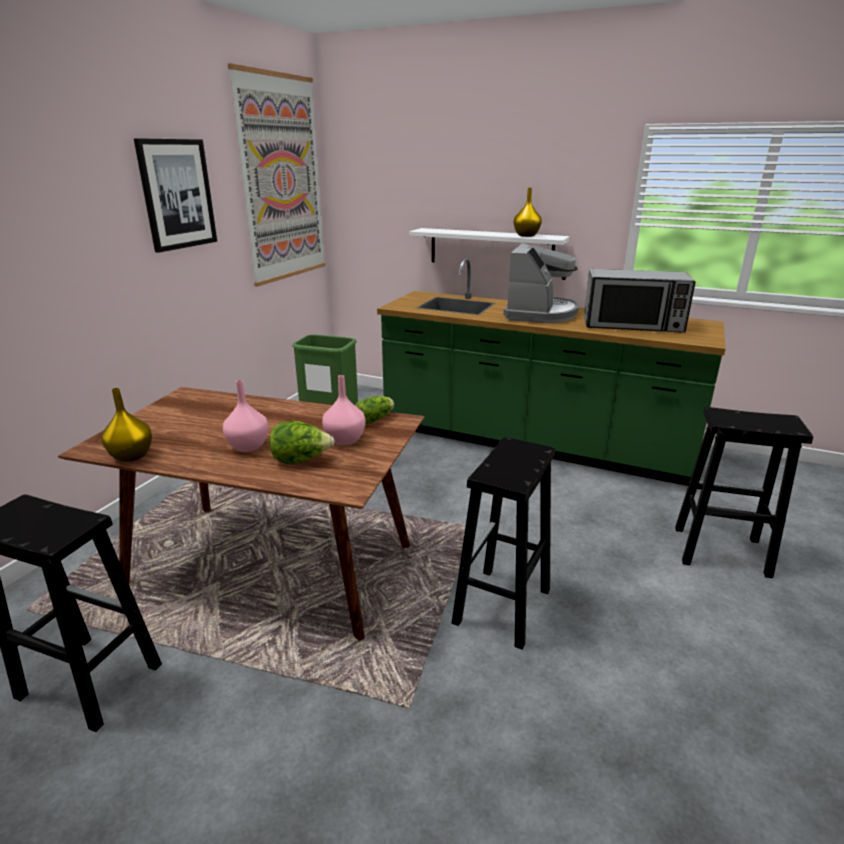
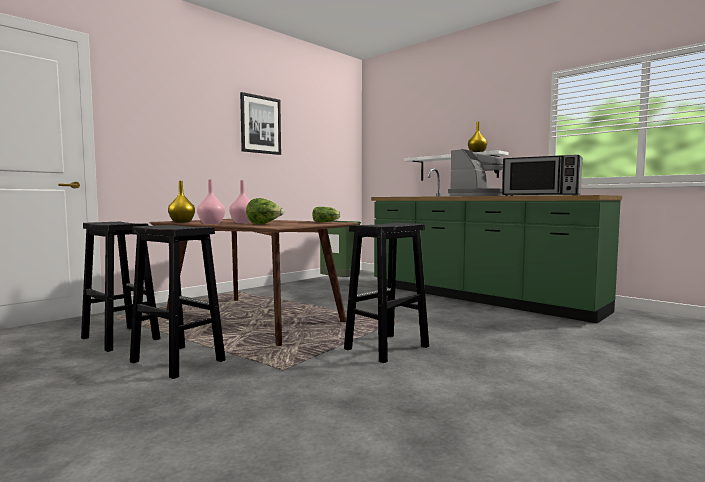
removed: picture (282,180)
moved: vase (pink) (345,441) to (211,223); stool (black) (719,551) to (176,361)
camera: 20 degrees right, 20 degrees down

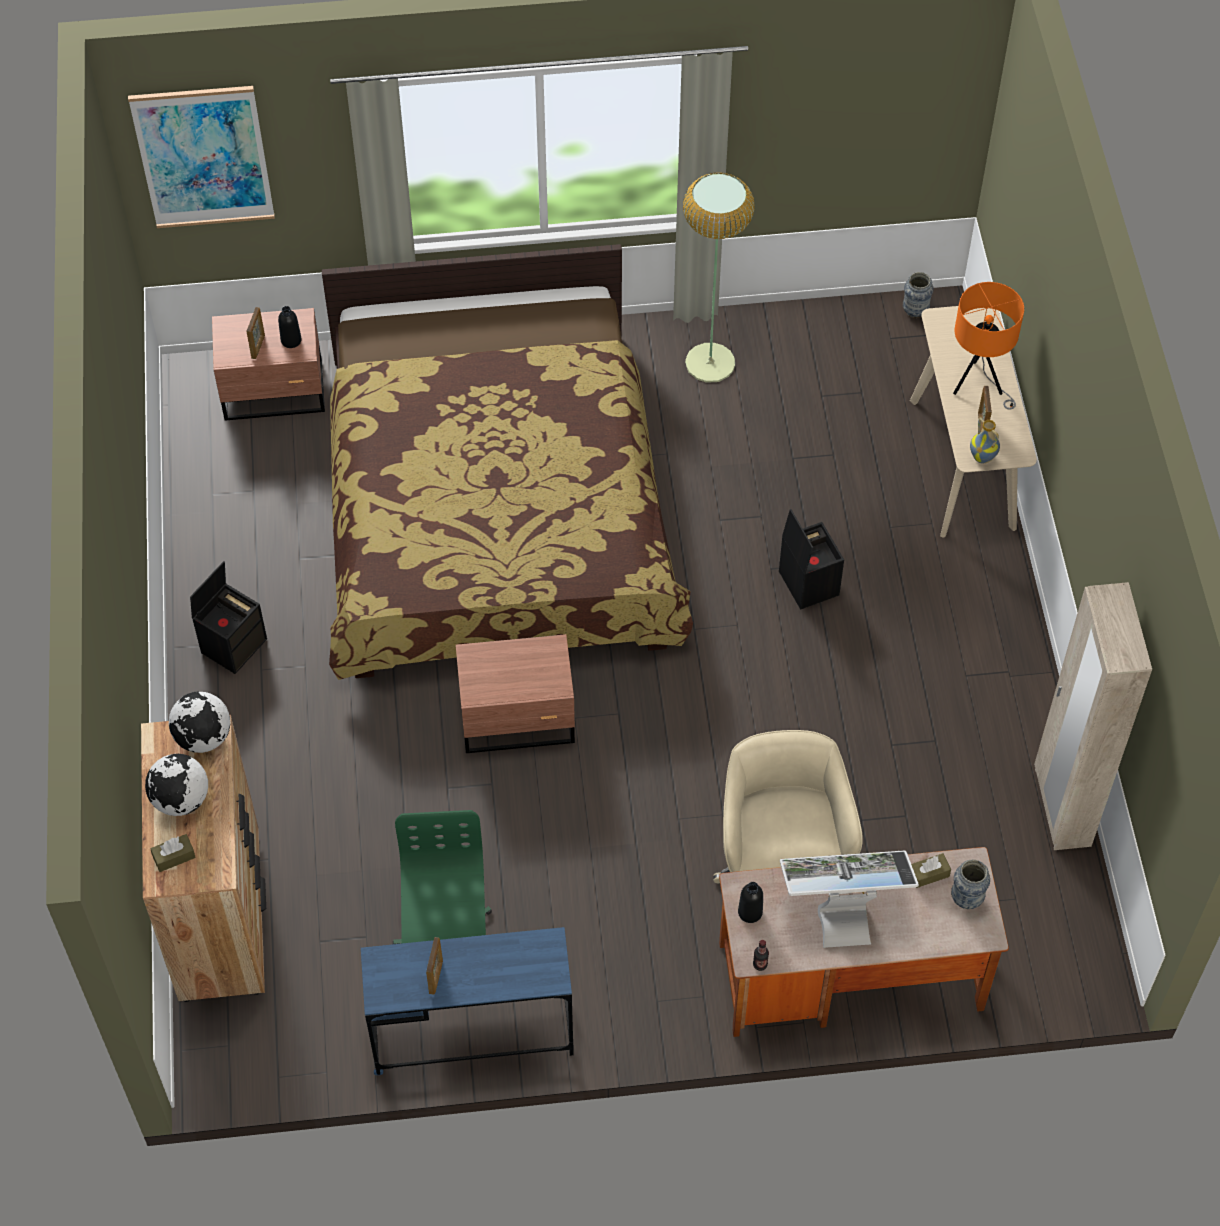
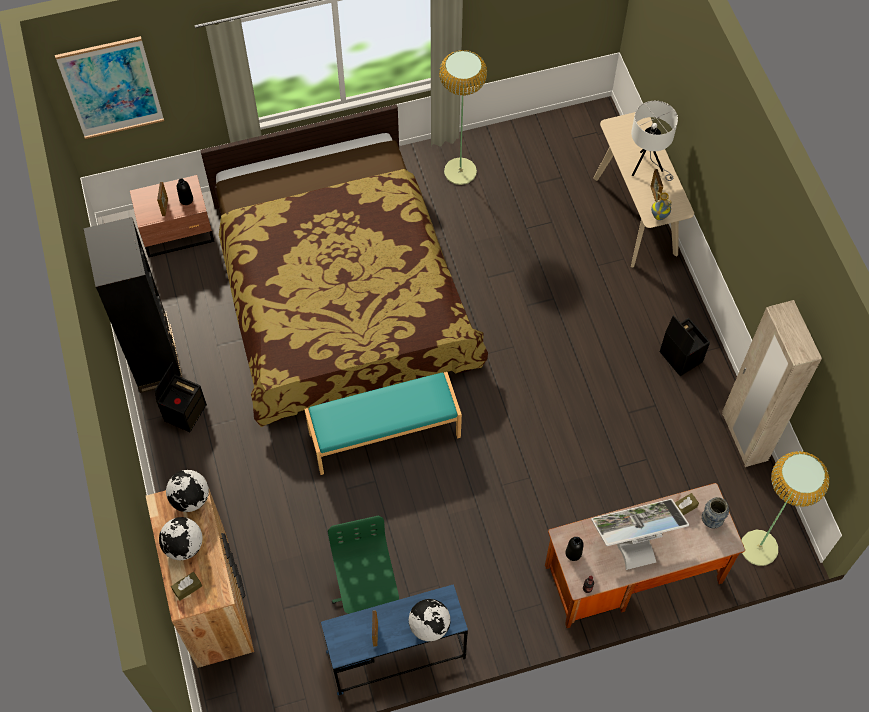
removed: office chair (beige) (780,864); vase (915,311)
added: bookcase (black) (156,360); globe (429,626); floor lamp (758,548)
moved: storage box (black) (807,582) to (680,356)
replaced: nightstand (brown) (519,720) to bench (turquoise) (384,434)
recoloured: table lamp (orange) (979,385) to table lamp (white) (647,167)
camera: 10 degrees left, 5 degrees up

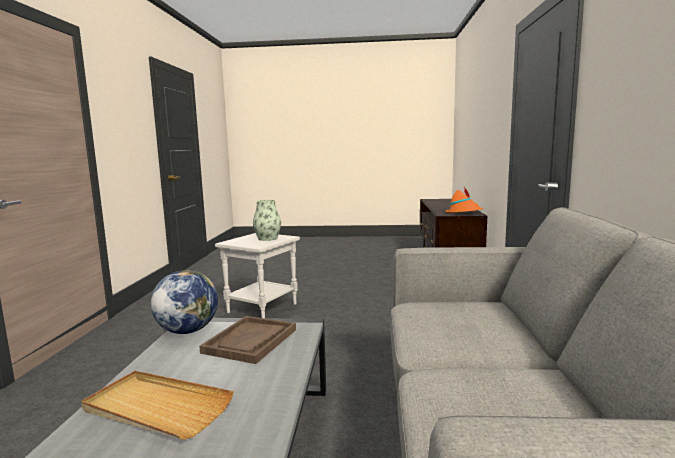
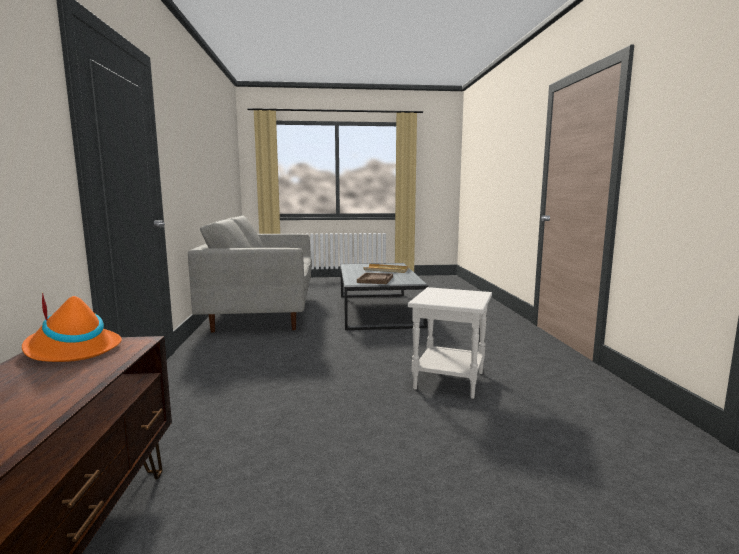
removed: globe (187,331); vase (267,238)
camera: 170 degrees right, 0 degrees up

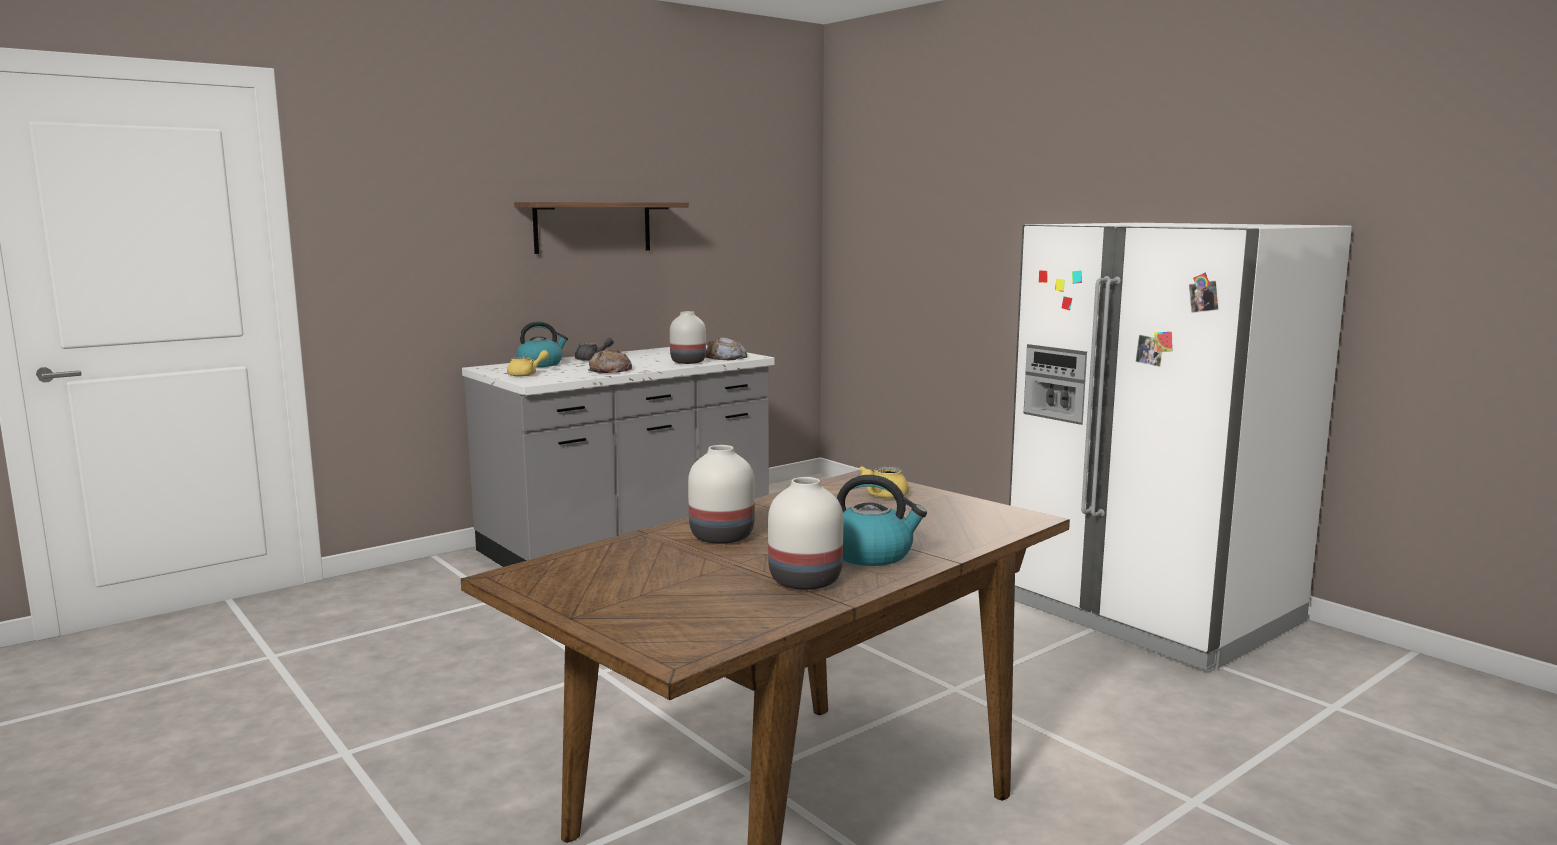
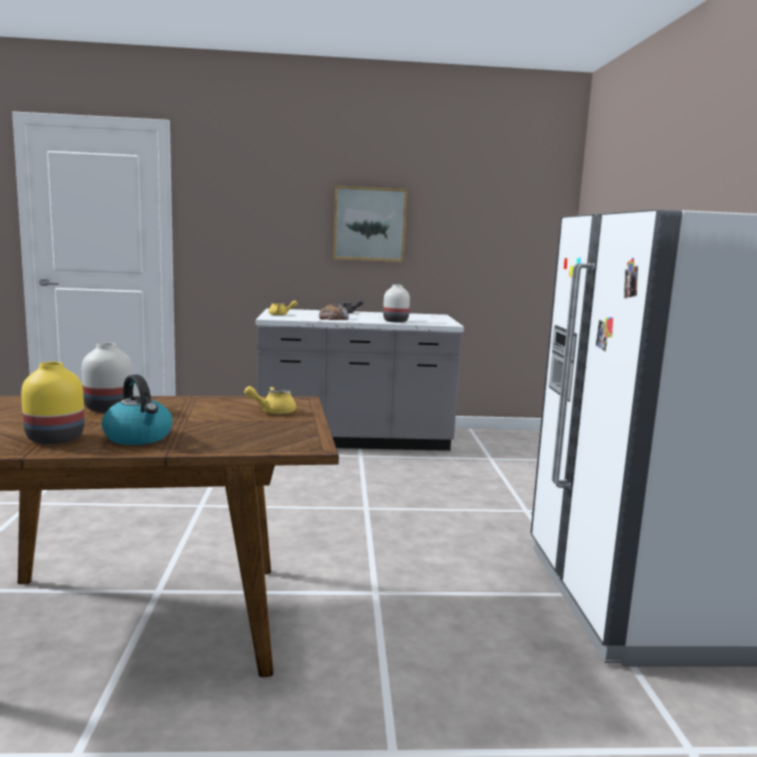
removed: kettle (541,364); bread (725,357)
replaced: shelf (593,227) to picture (369,224)
recoloured: vase (white) (804,581) to vase (yellow) (53,439)
camera: 35 degrees right, 0 degrees up

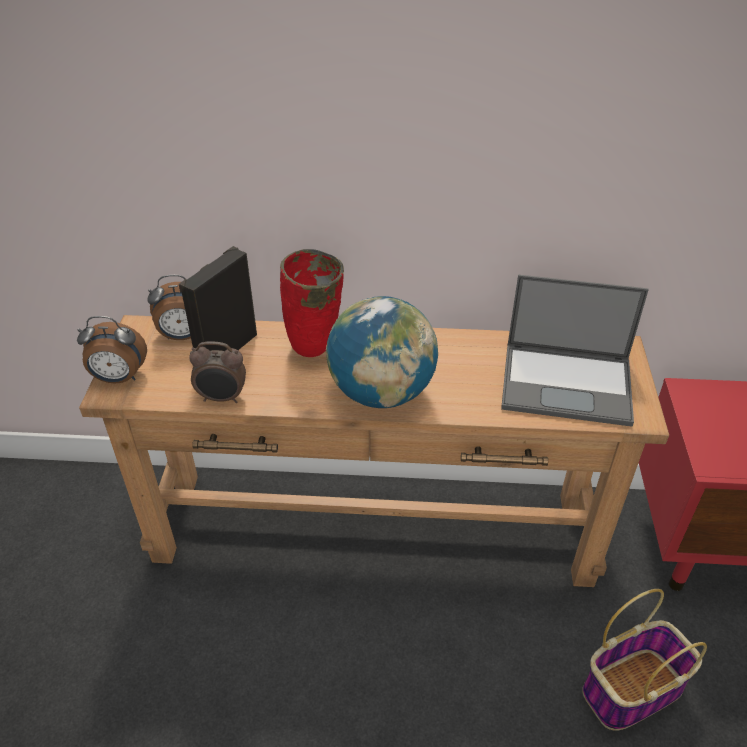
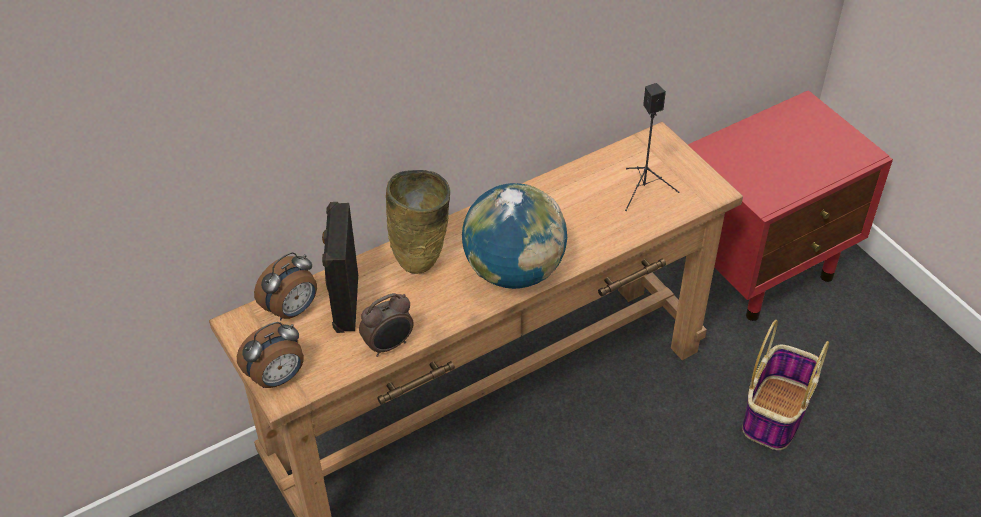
replaced: laptop (568,383) to speaker (black) (644,190)
recoloured: vase (red) (315,349) to vase (beige) (422,261)
camera: 35 degrees left, 5 degrees up

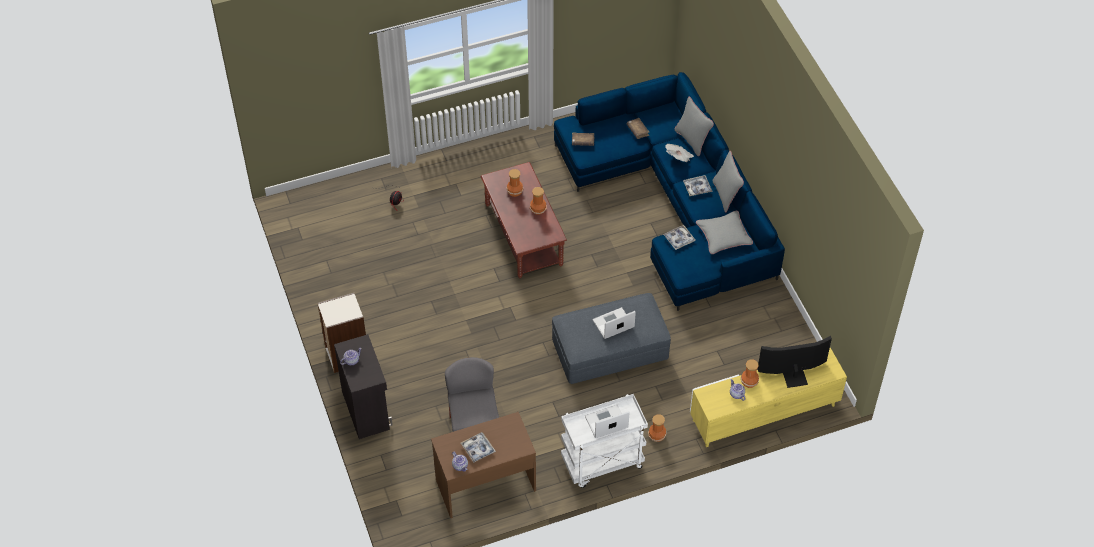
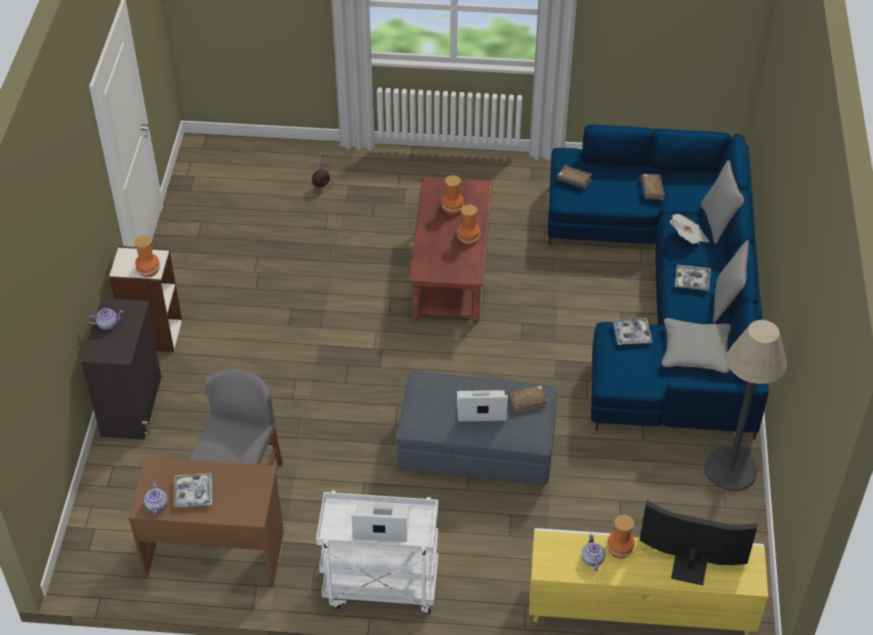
added: book (brown) (528,401); floor lamp (730,469)
moved: vase (657,435) to (149,270)
camera: 25 degrees right, 5 degrees down

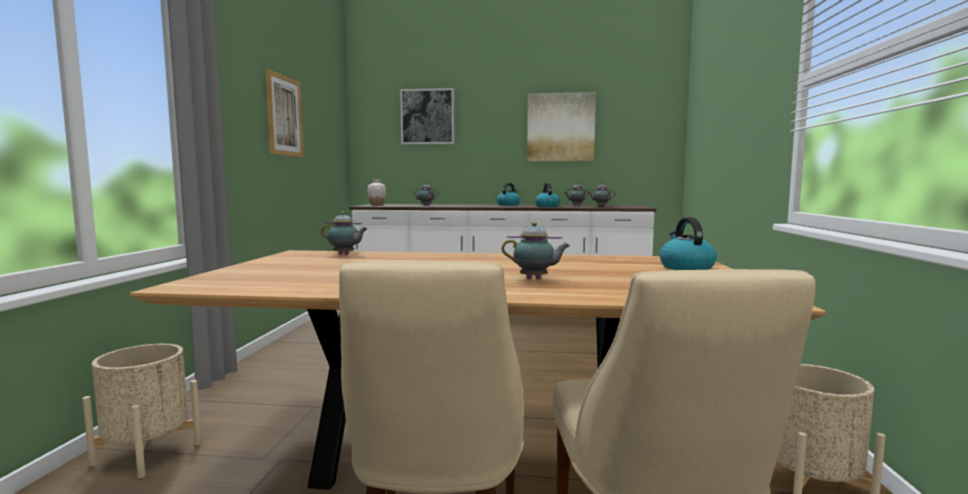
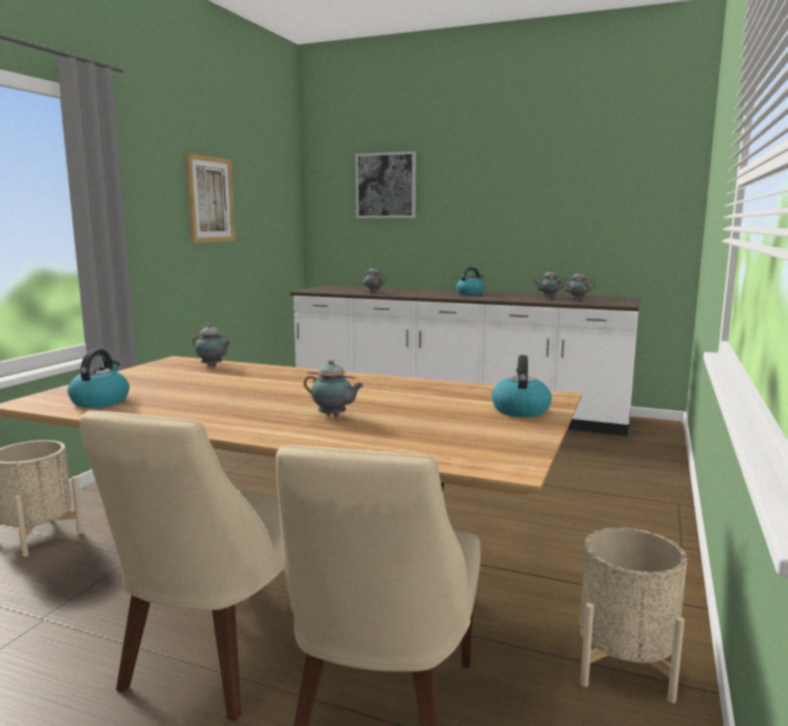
removed: vase (white) (377,205); picture (560,127)
moved: kettle (547,206) to (100,401)
camera: 15 degrees right, 5 degrees up

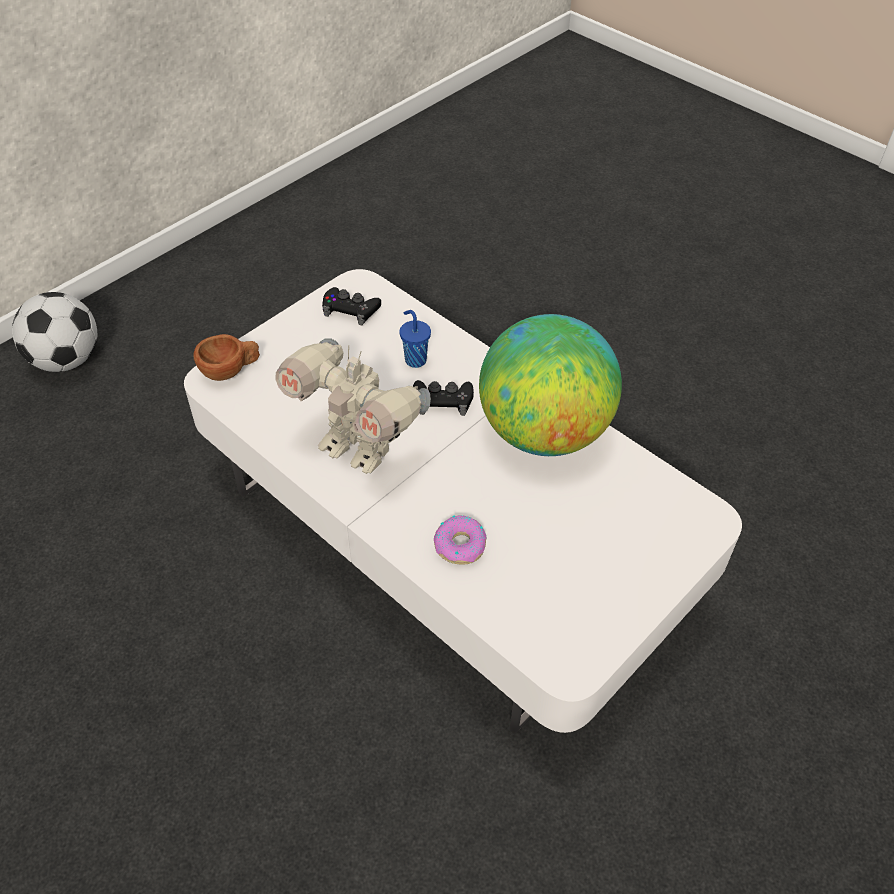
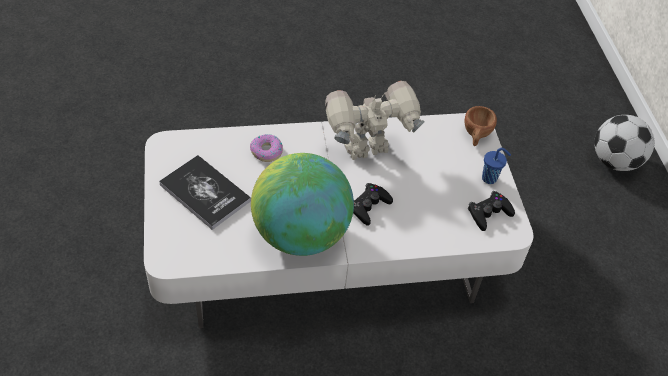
added: book (205,193)
moved: cup (blue) (414,359) to (490,178)
camera: 125 degrees right, 0 degrees up

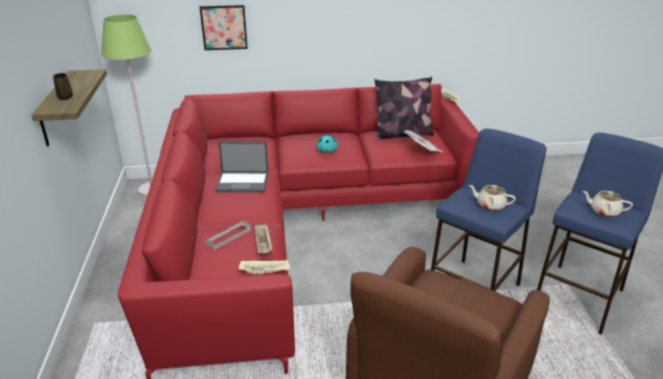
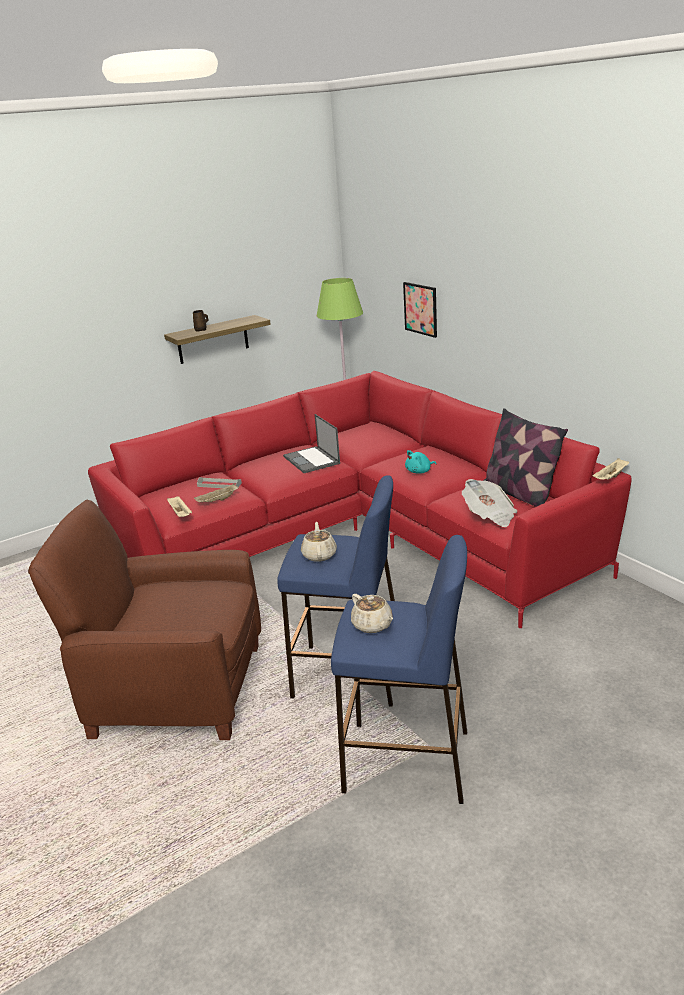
turned: teapot (beige) (604,211) = (372,625) 150 degrees clockwise
camera: 65 degrees right, 5 degrees down

